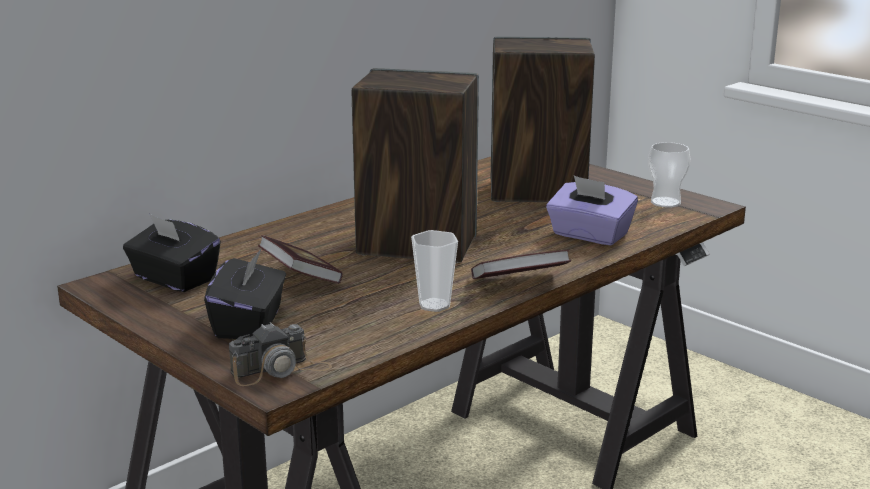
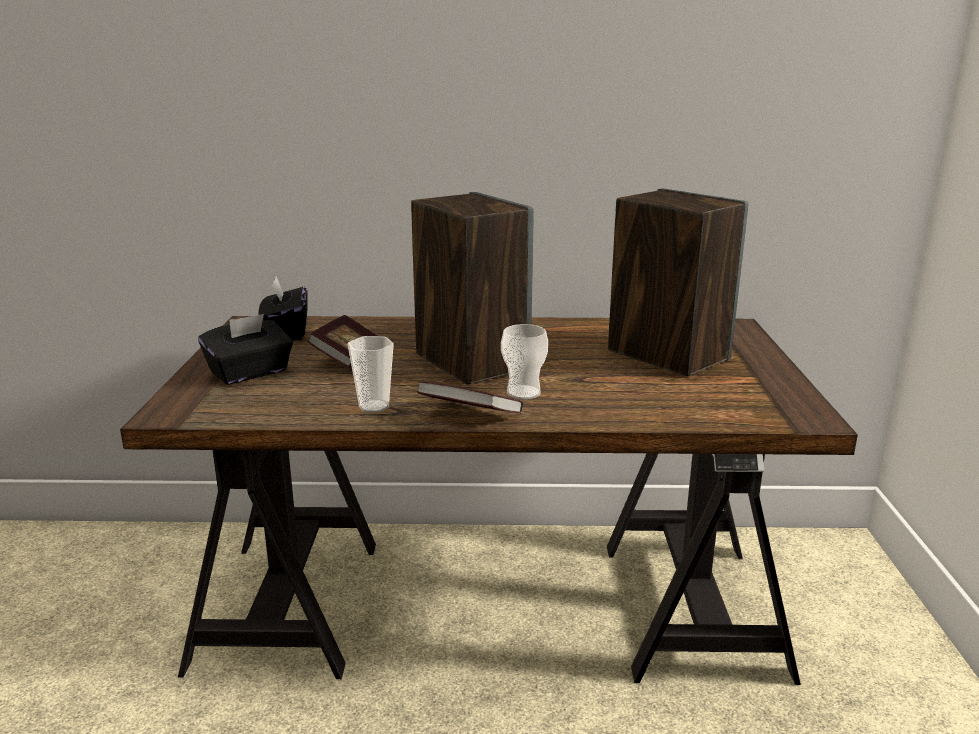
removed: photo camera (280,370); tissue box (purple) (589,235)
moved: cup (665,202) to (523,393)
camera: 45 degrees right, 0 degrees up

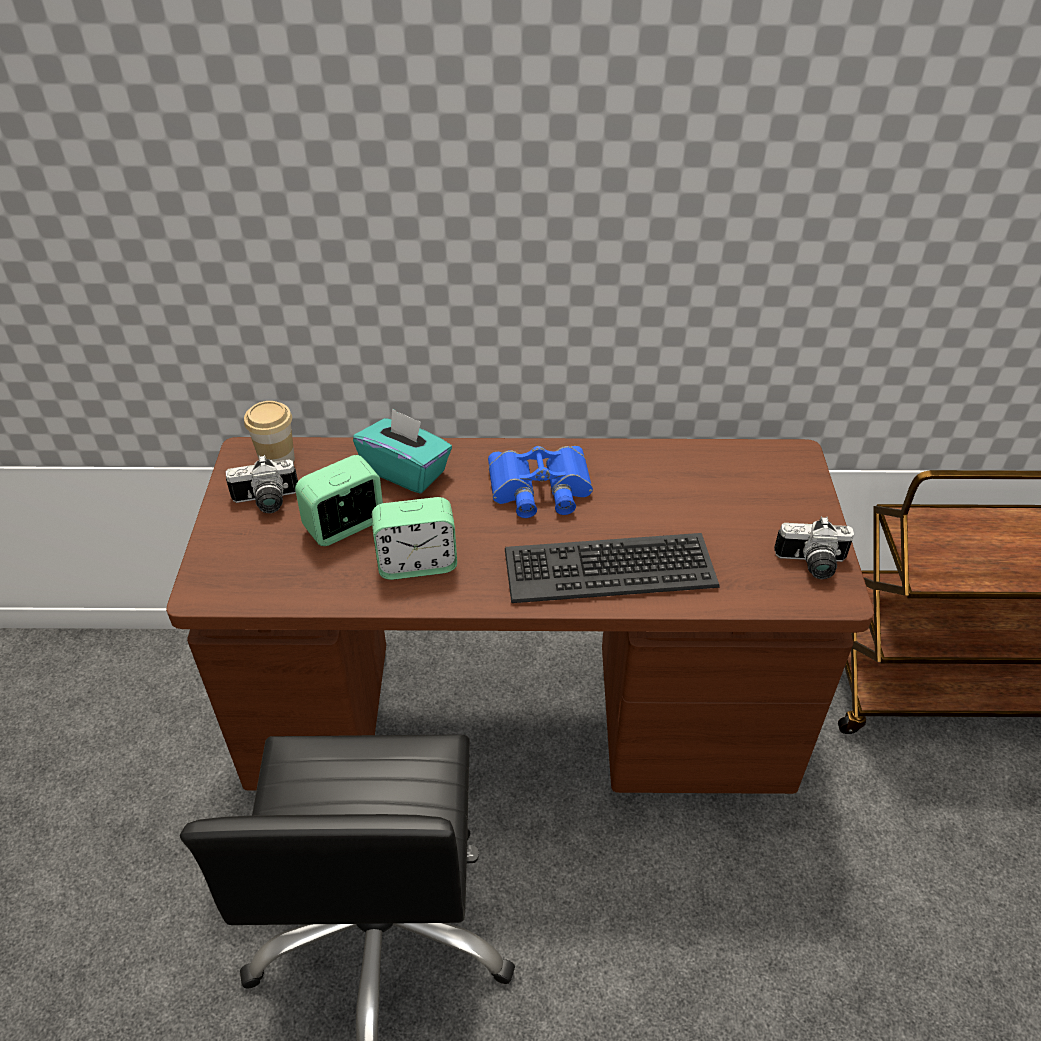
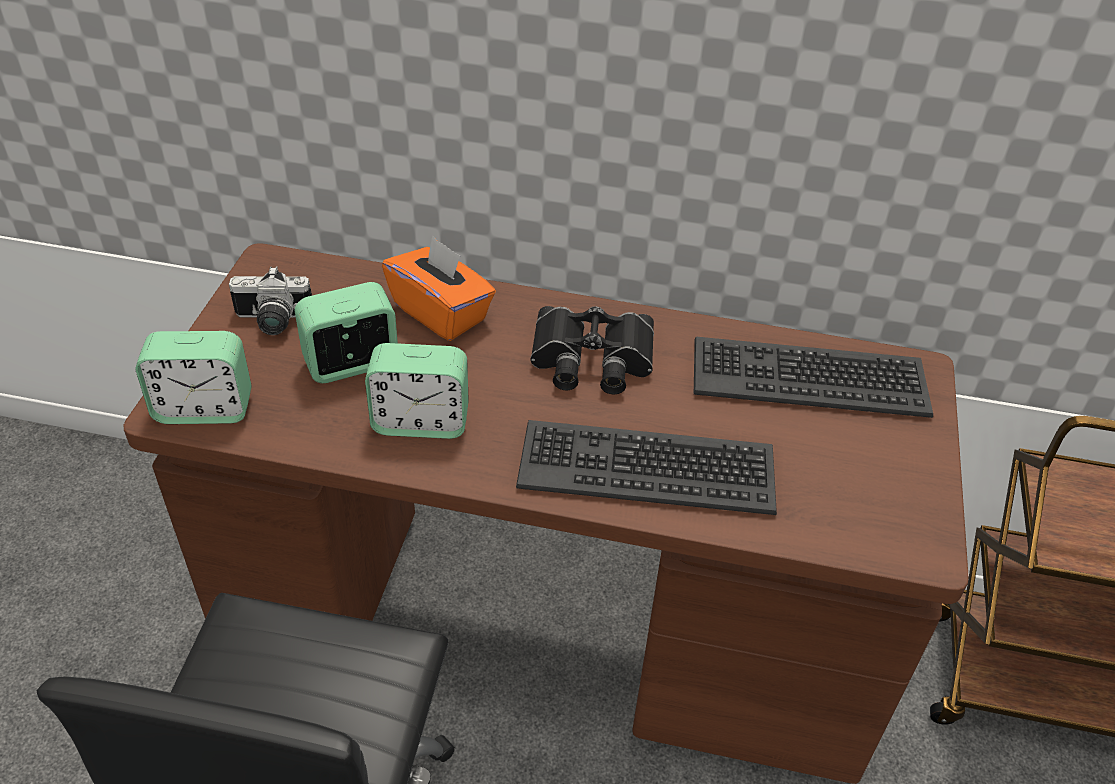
removed: cup (277,460); photo camera (811,565)
added: alarm clock (204,408); keyboard (809,377)
recoloured: tissue box (turquoise) (406,471) to tissue box (orange) (441,312); binoculars (blue) (540,489) to binoculars (black) (591,359)
camera: 10 degrees right, 0 degrees up

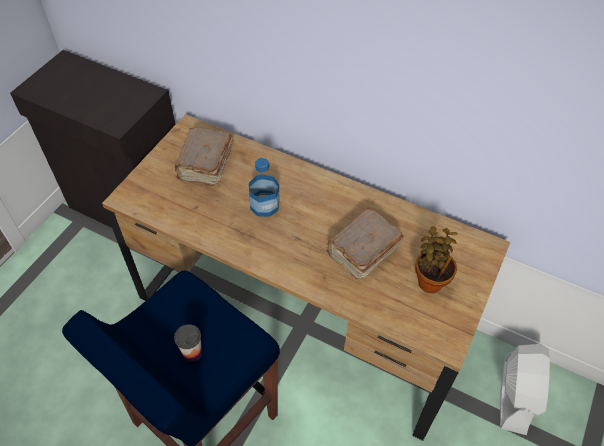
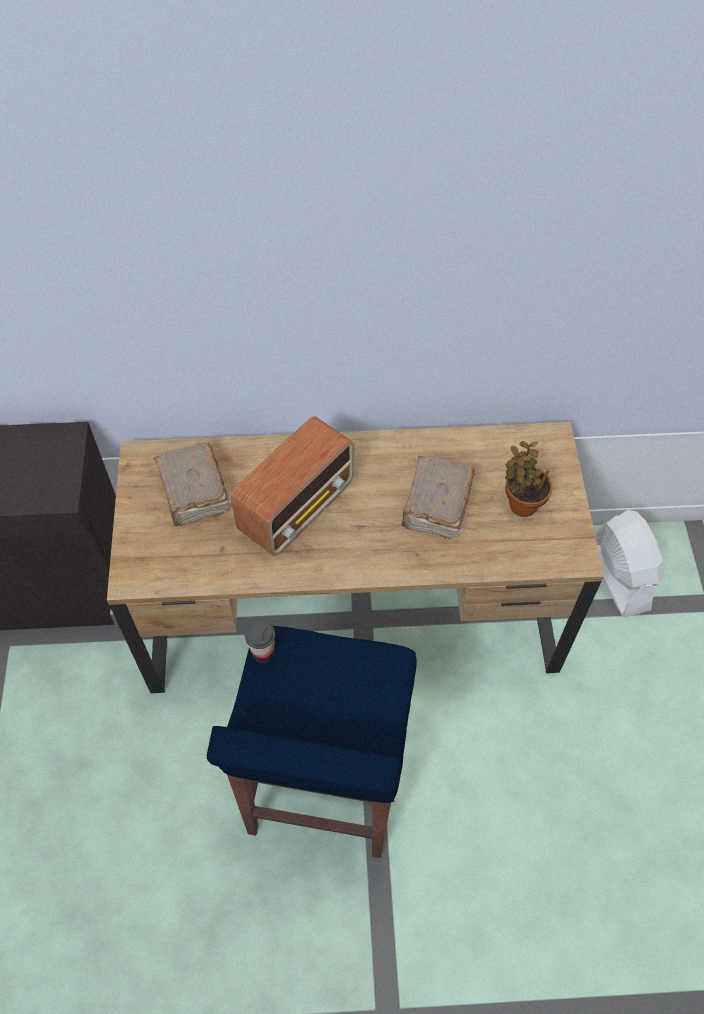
moved: cup (192,353) to (263,652)
replaced: bottle (264,205) to radio (298,507)
camera: 30 degrees left, 5 degrees up

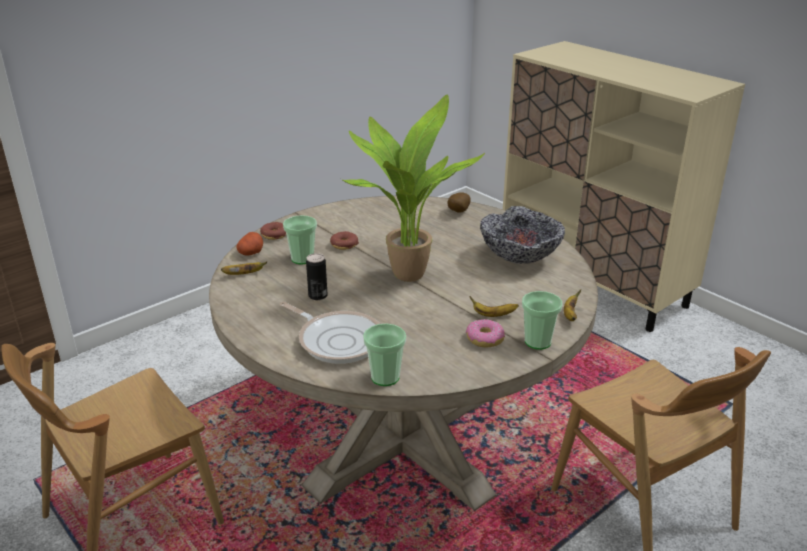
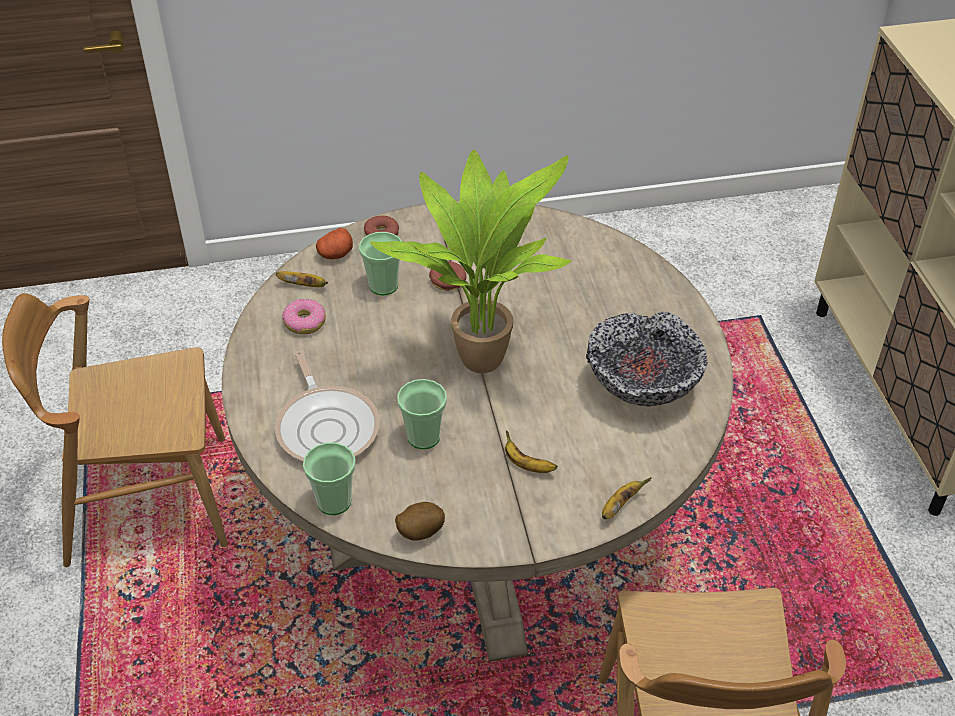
removed: can (318,296)
moved: potato (457,212) to (419,532); donut (484,339) to (304,322); cup (538,342) to (423,437)
camera: 30 degrees right, 15 degrees up

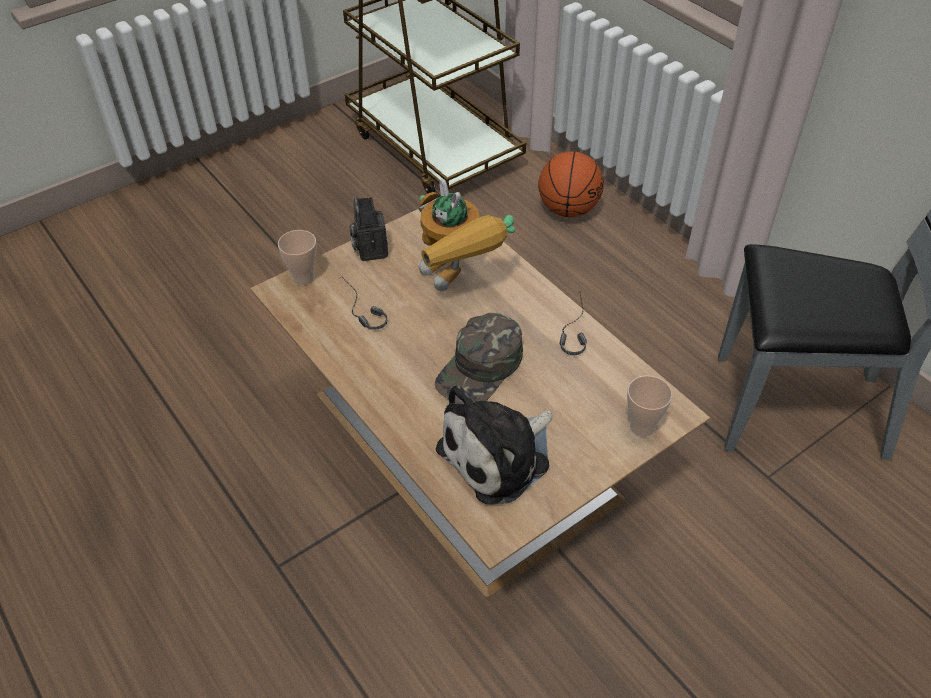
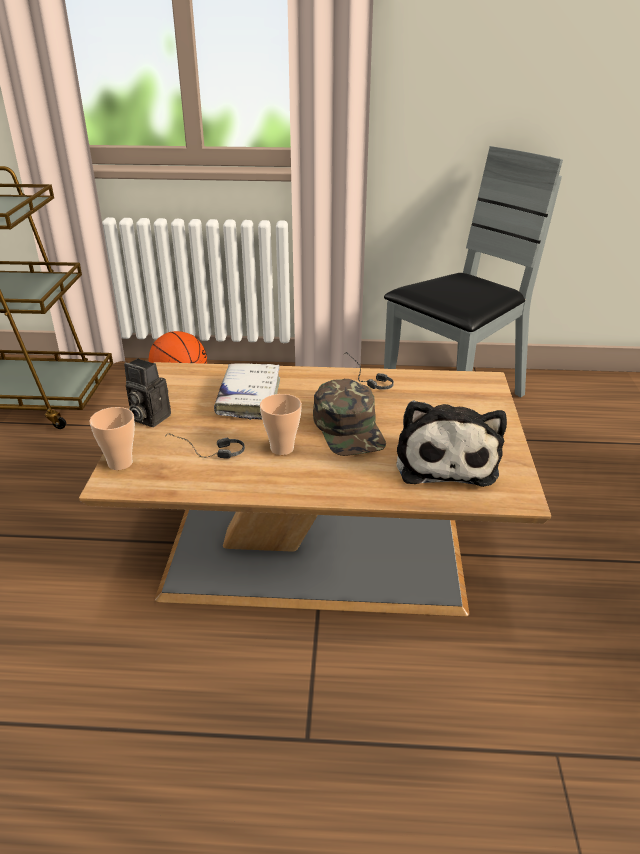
moved: cup (642,427) to (282,448)
replaced: toy robot (458,282) to book (white) (249,398)
camera: 50 degrees left, 15 degrees down

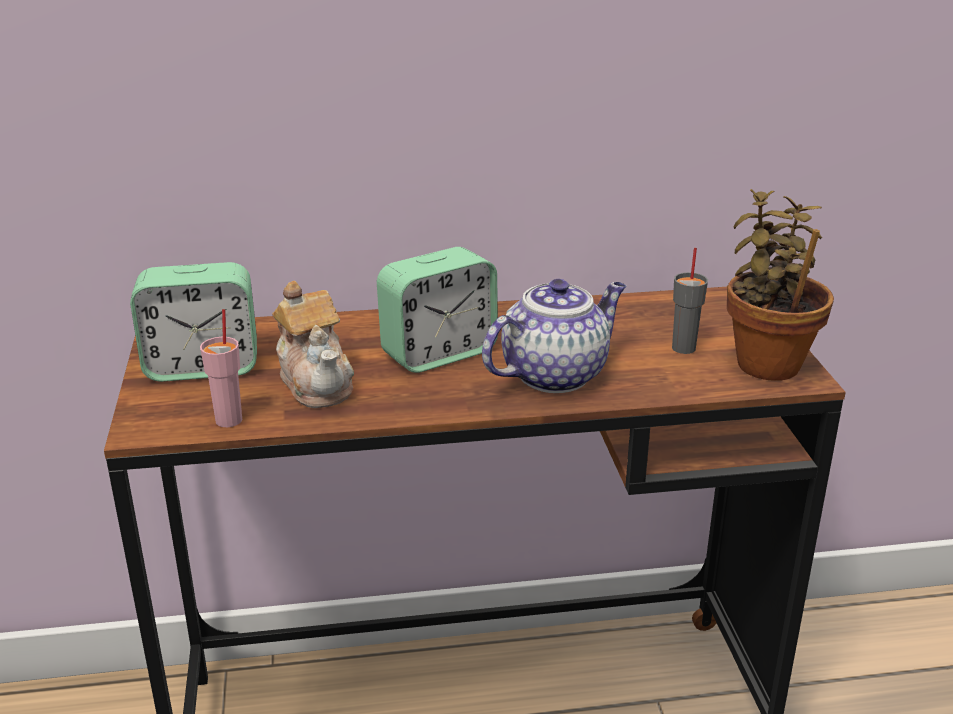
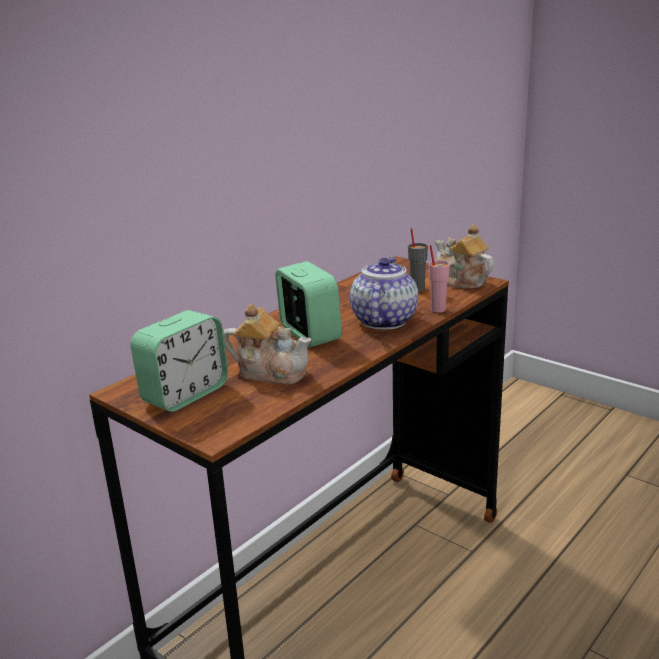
moved: cup (pink) (229,419) to (438,309)
replaced: potted plant (767,361) to teapot (460,281)
turned: alarm clock (438,353) = (309,334) 45 degrees counterclockwise
camera: 40 degrees left, 5 degrees down

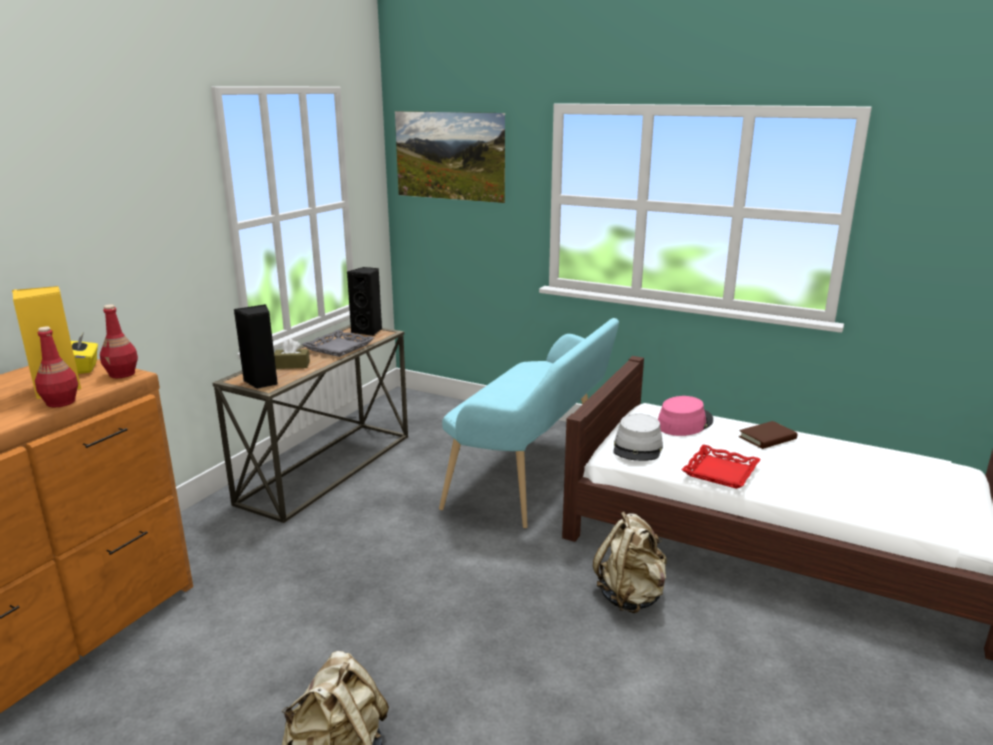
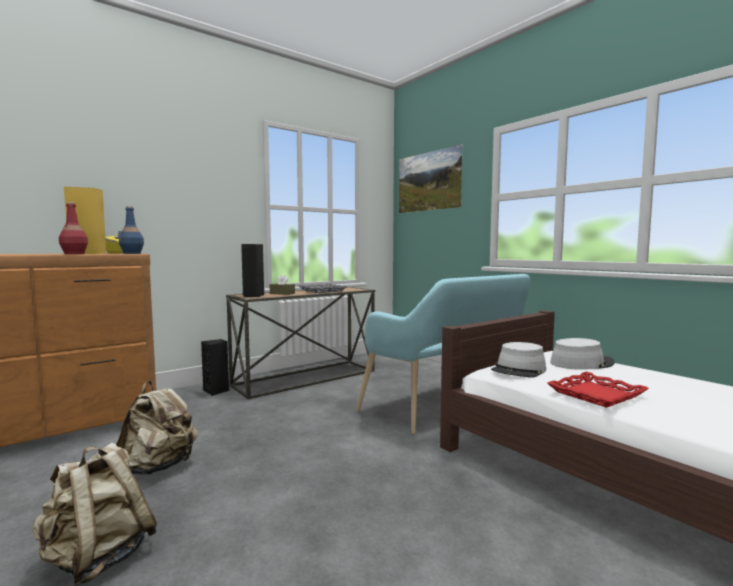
removed: book (brown) (767,438)
moved: speaker (black) (368,331) to (216,391); backpack (beige) (631,596) to (158,467)
recoloured: bottle (red) (122,374) to bottle (blue) (132,253); hat (pink) (684,423) to hat (grey) (581,363)
camera: 25 degrees right, 15 degrees down

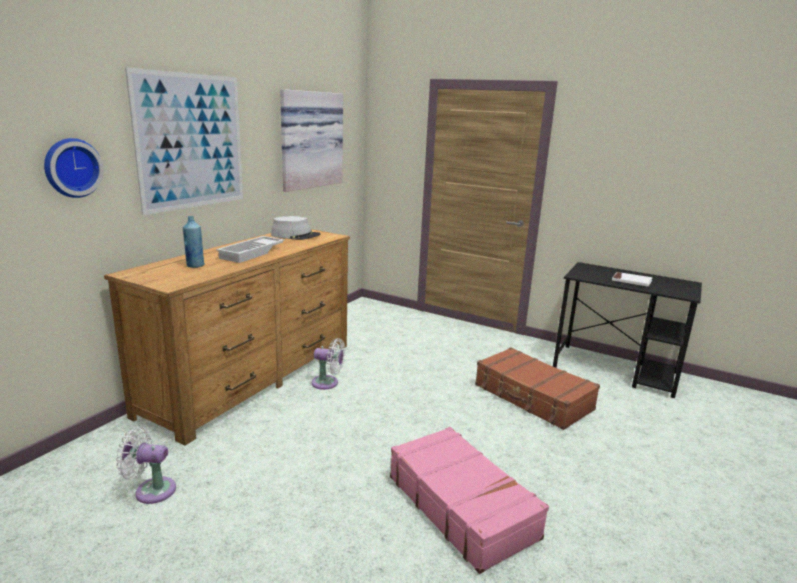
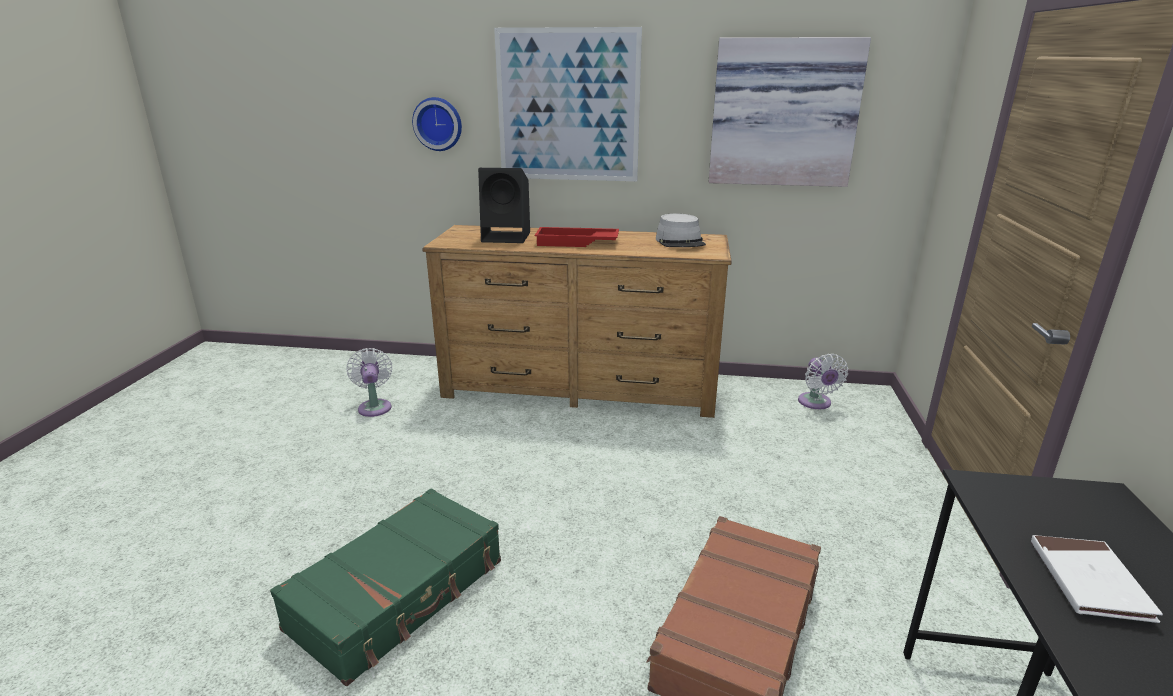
moved: fan (white) (327,383) to (816,403)
replaced: bottle (blue) (195,265) to speaker (black) (507,237)
recoloured: tray (white) (252,253) to tray (red) (576,243); suitcase (pink) (462,506) to suitcase (green) (399,595)
camera: 70 degrees right, 5 degrees up

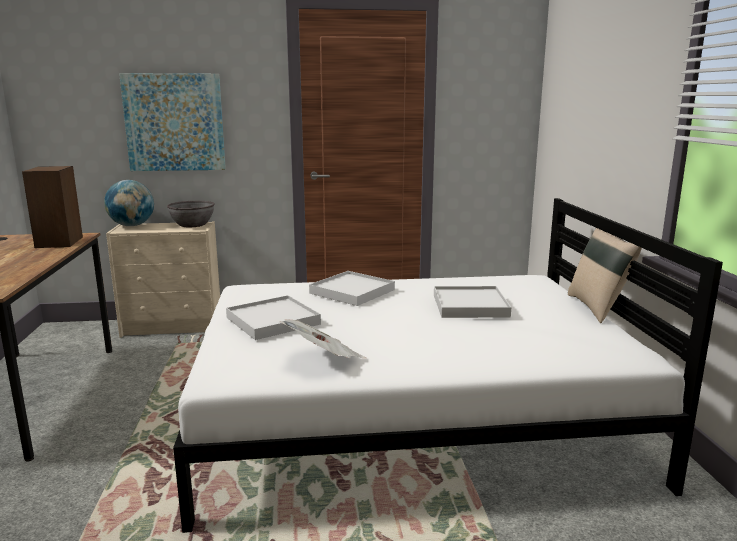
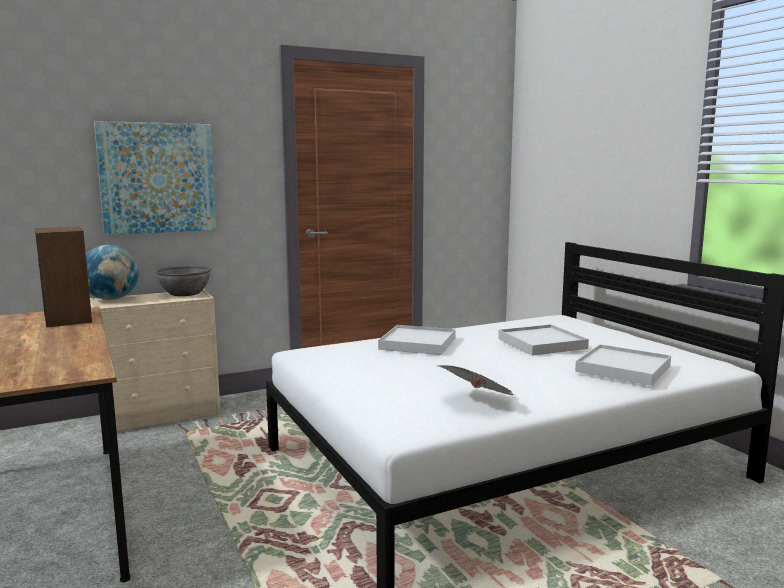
removed: pillow (beige) (598,308)
moved: tray (white) (273,321) to (623,368)
camera: 20 degrees left, 5 degrees down

